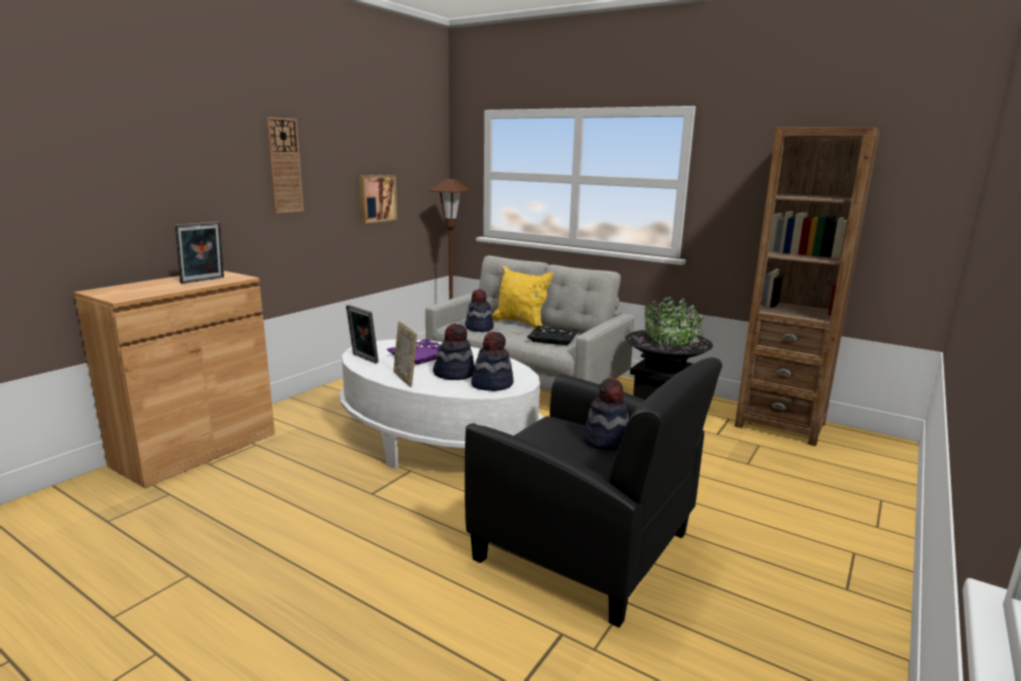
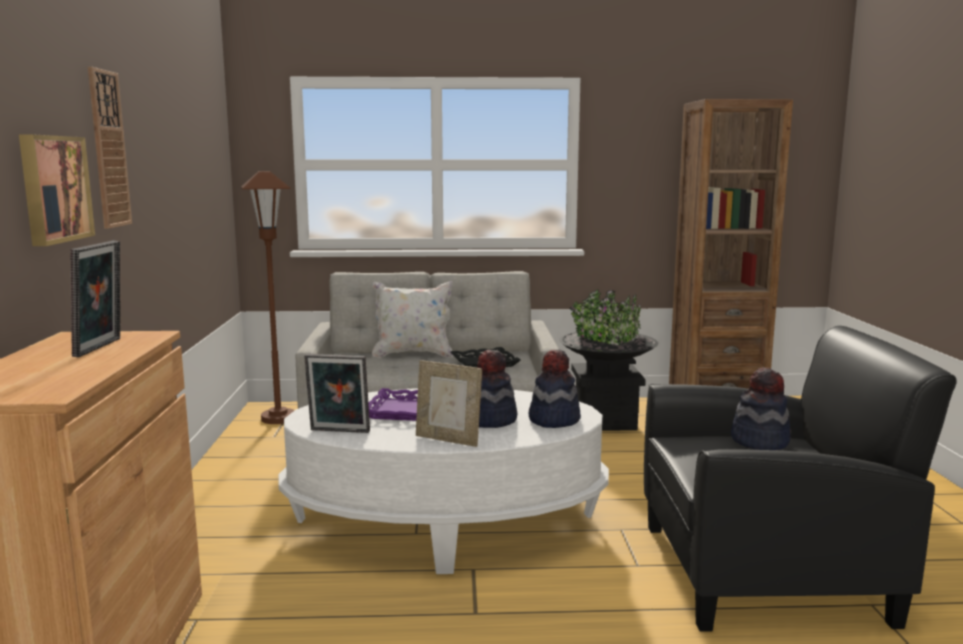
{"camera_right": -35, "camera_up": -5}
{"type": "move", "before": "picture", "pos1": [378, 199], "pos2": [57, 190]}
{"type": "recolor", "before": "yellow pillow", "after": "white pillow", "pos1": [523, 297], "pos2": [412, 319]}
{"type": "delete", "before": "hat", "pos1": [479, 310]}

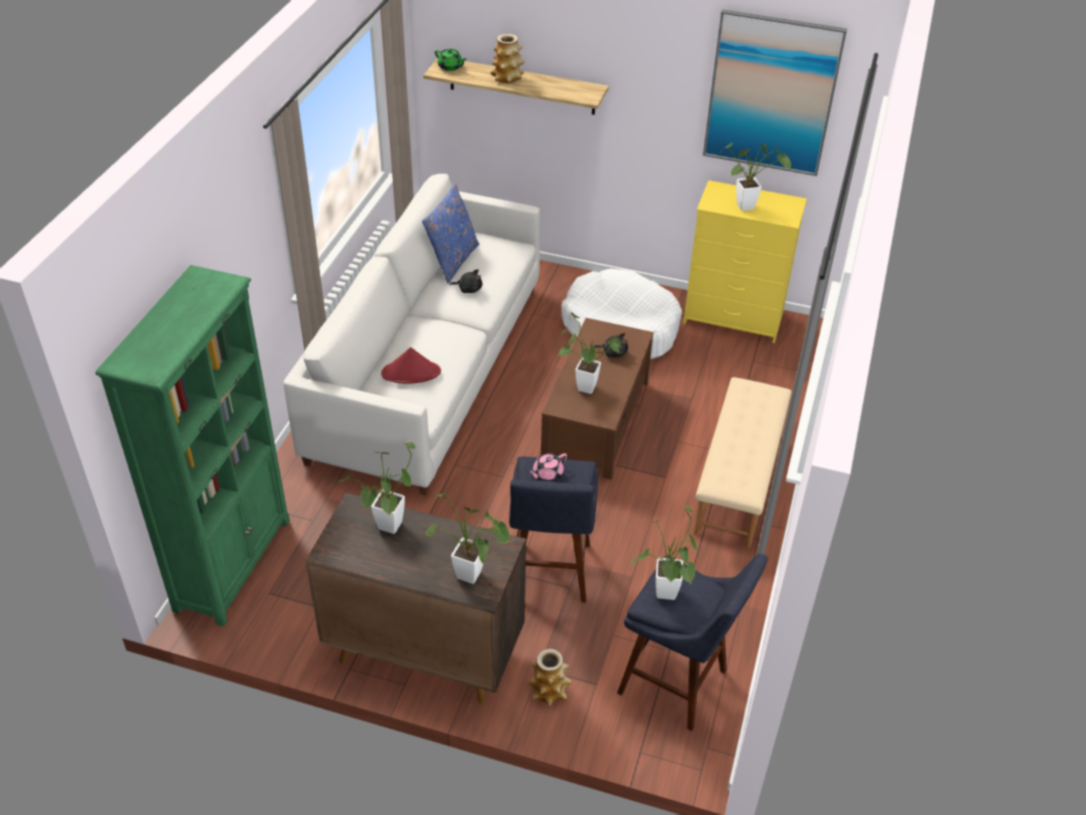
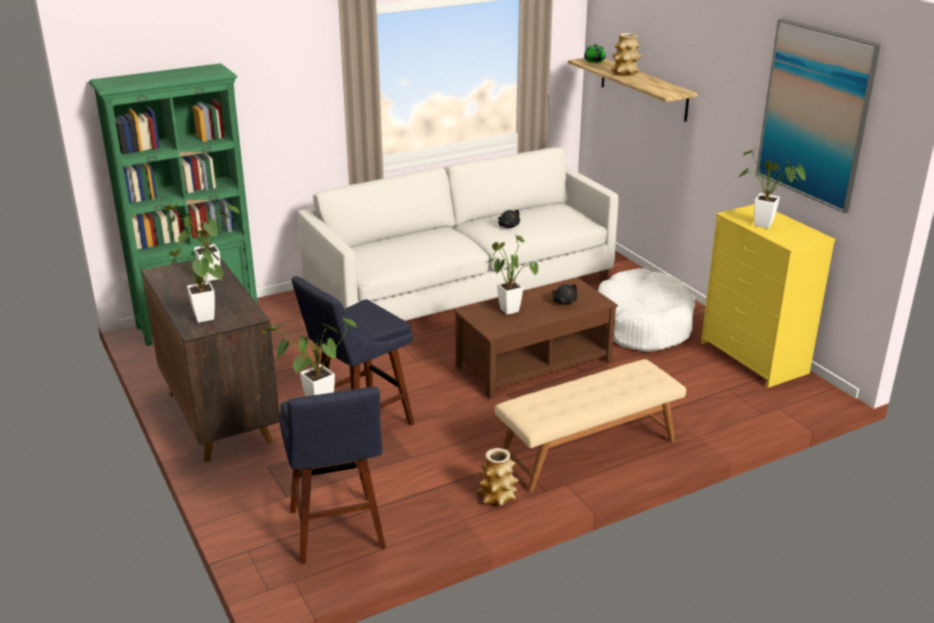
{"camera_right": 45, "camera_up": -15}
{"type": "delete", "before": "blue pillow", "pos1": [450, 233]}
{"type": "delete", "before": "red hat", "pos1": [411, 365]}
{"type": "delete", "before": "pink teapot", "pos1": [547, 467]}
{"type": "move", "before": "vase", "pos1": [550, 678], "pos2": [498, 477]}

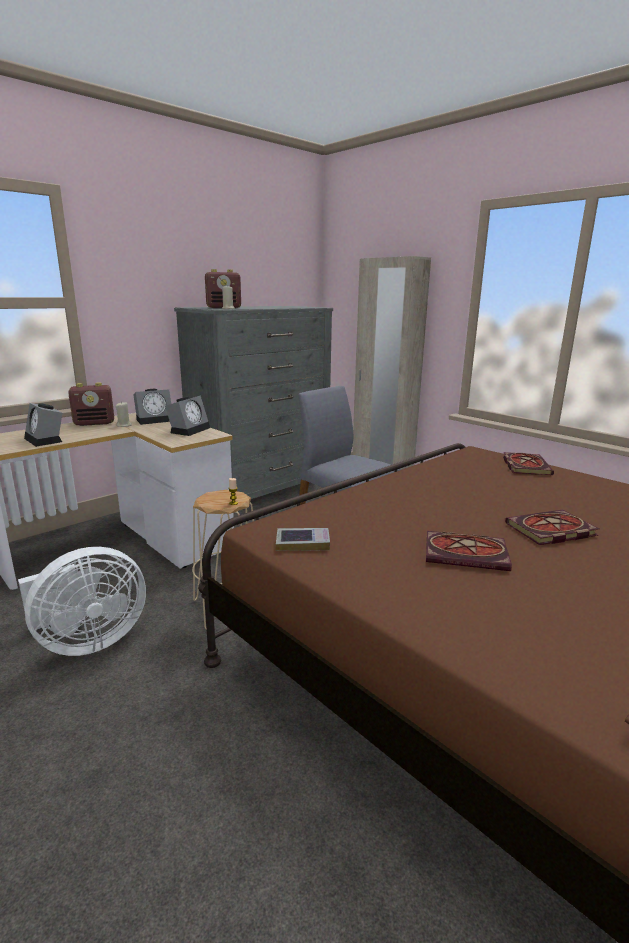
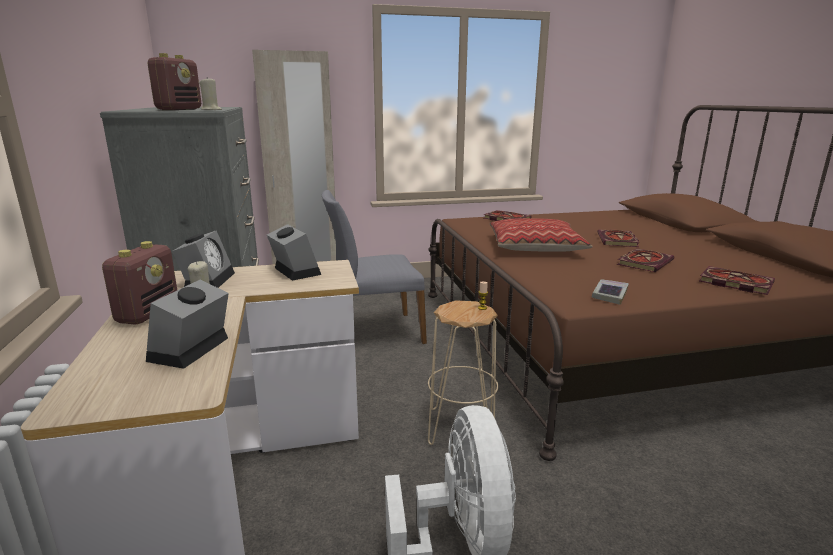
{"camera_right": -60, "camera_up": 0}
{"type": "rotate", "before": "alarm clock", "pos1": [43, 425], "pos2": [187, 324], "turn": 120}
{"type": "insert", "after": "pillow", "pos2": [541, 235]}
{"type": "insert", "after": "book", "pos2": [737, 280]}

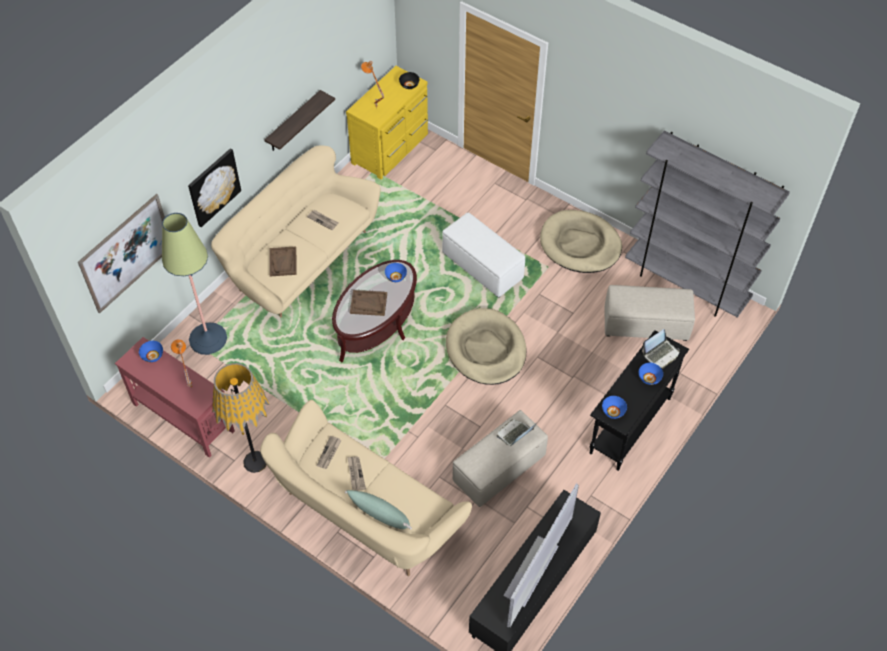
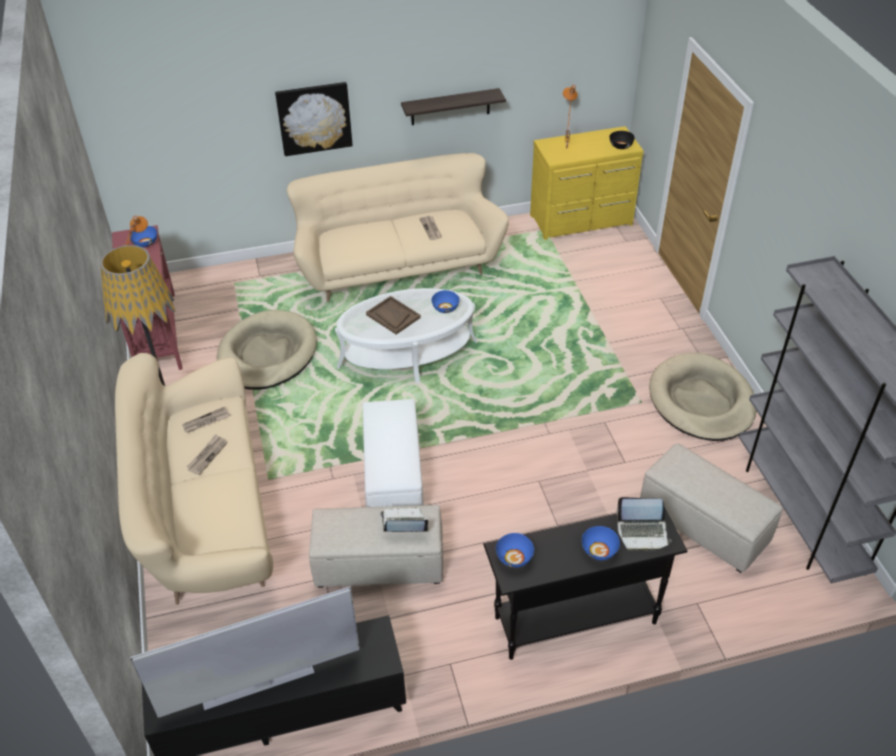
{"camera_right": 40, "camera_up": -10}
{"type": "delete", "before": "picture", "pos1": [121, 254]}
{"type": "delete", "before": "floor lamp", "pos1": [194, 284]}
{"type": "move", "before": "white ottoman", "pos1": [483, 255], "pos2": [393, 453]}
{"type": "delete", "before": "brown tray", "pos1": [283, 261]}
{"type": "recolor", "before": "brown coffee table", "after": "white coffee table", "pos1": [374, 311], "pos2": [406, 335]}
{"type": "move", "before": "beige dog bed", "pos1": [486, 346], "pos2": [267, 350]}
{"type": "delete", "before": "green pillow", "pos1": [378, 510]}

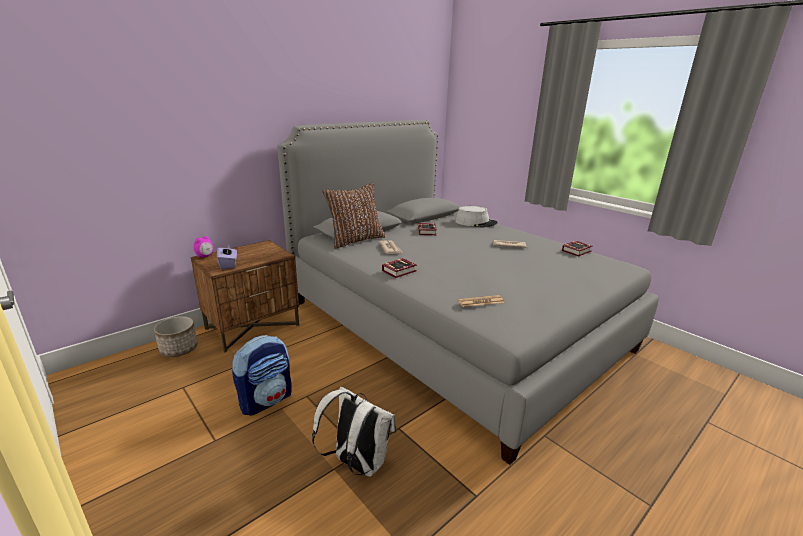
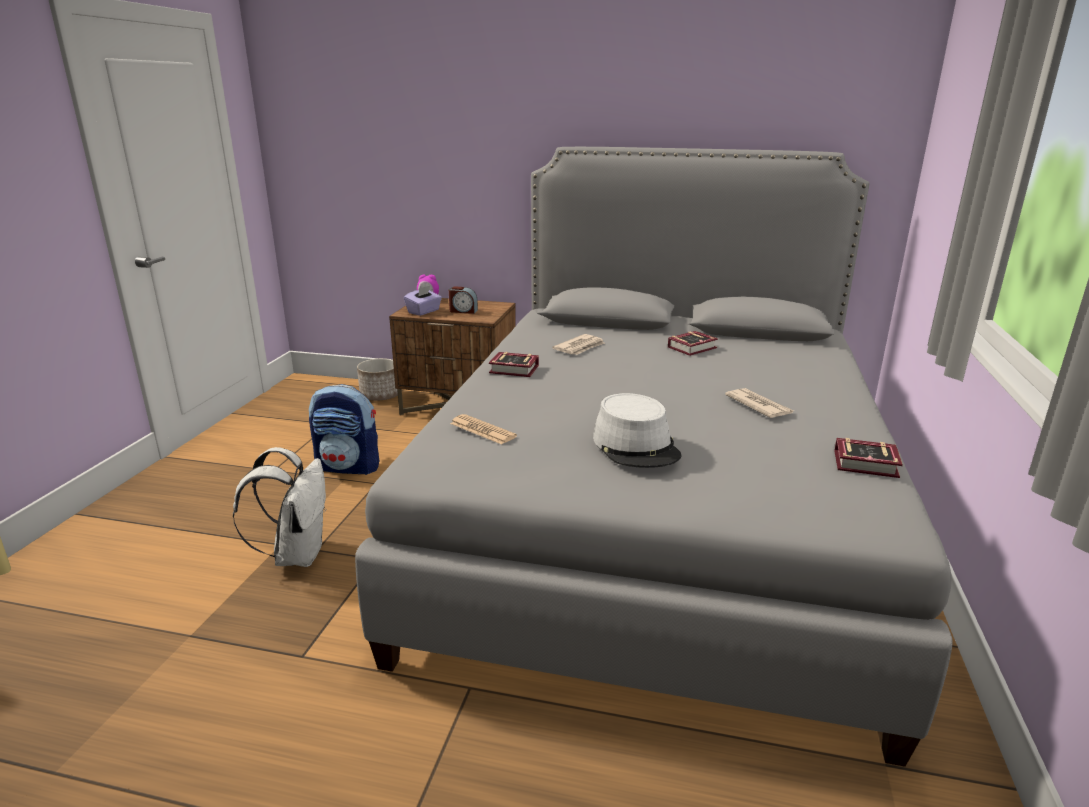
{"camera_right": 55, "camera_up": 0}
{"type": "delete", "before": "brown pillow", "pos1": [353, 216]}
{"type": "move", "before": "grey hat", "pos1": [476, 217], "pos2": [637, 430]}
{"type": "insert", "after": "alarm clock", "pos2": [463, 300]}

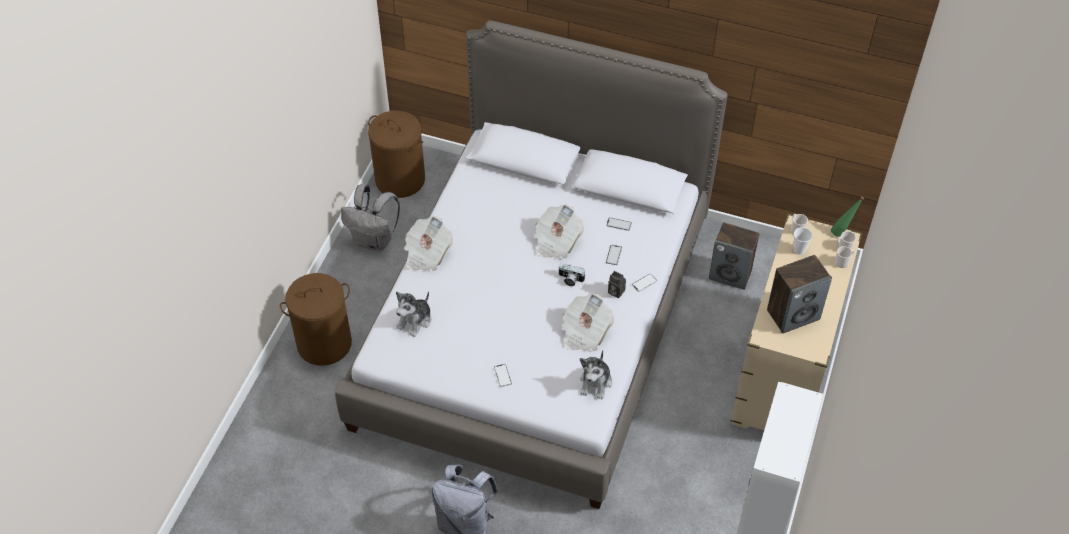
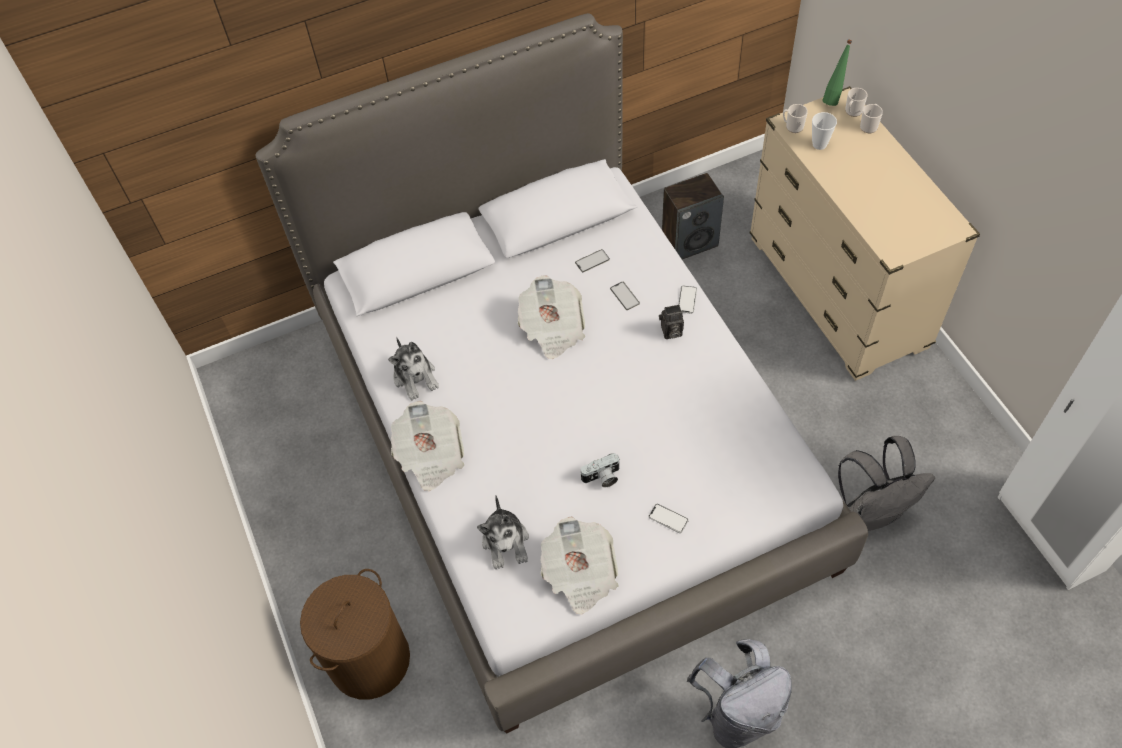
{"camera_right": -40, "camera_up": 5}
{"type": "delete", "before": "brown laundry basket", "pos1": [396, 154]}
{"type": "move", "before": "grey backpack", "pos1": [370, 218], "pos2": [886, 483]}
{"type": "delete", "before": "speaker", "pos1": [799, 294]}
{"type": "move", "before": "photo camera", "pos1": [572, 274], "pos2": [600, 470]}
{"type": "move", "before": "newspaper", "pos1": [588, 322], "pos2": [579, 566]}
{"type": "move", "before": "plush toy", "pos1": [596, 375], "pos2": [413, 369]}

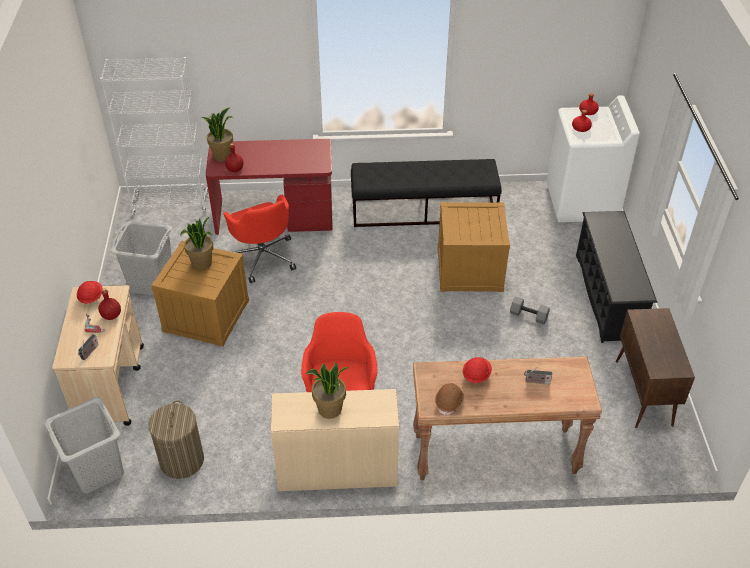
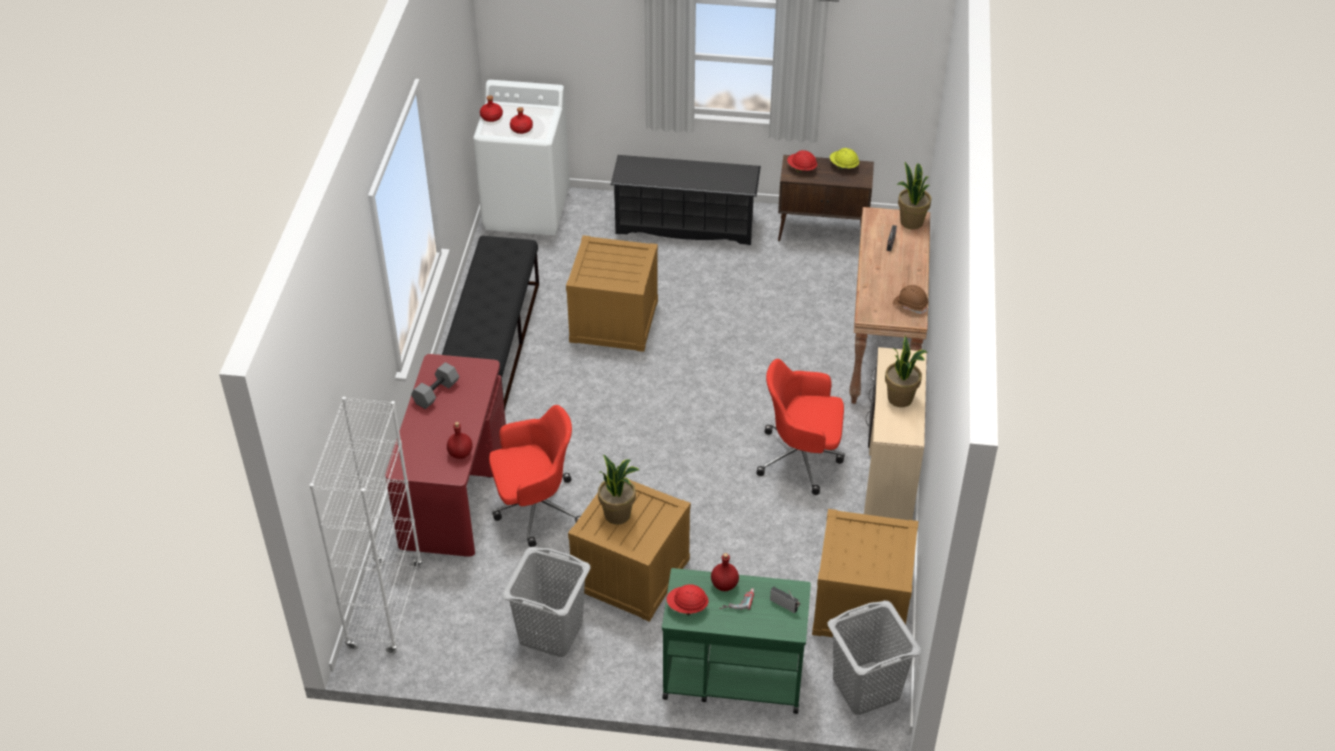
{"camera_right": -80, "camera_up": 0}
{"type": "move", "before": "potted plant", "pos1": [217, 134], "pos2": [914, 195]}
{"type": "recolor", "before": "beige cart", "after": "green cart", "pos1": [98, 355], "pos2": [736, 641]}
{"type": "move", "before": "grey dumbbell", "pos1": [530, 310], "pos2": [435, 385]}
{"type": "move", "before": "red hard hat", "pos1": [477, 370], "pos2": [802, 161]}
{"type": "replace", "before": "laundry basket", "after": "crate", "pos1": [176, 440], "pos2": [865, 573]}
{"type": "insert", "after": "yellow hard hat", "pos2": [844, 159]}

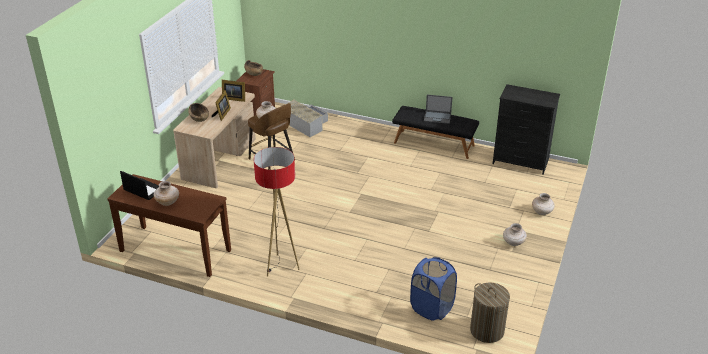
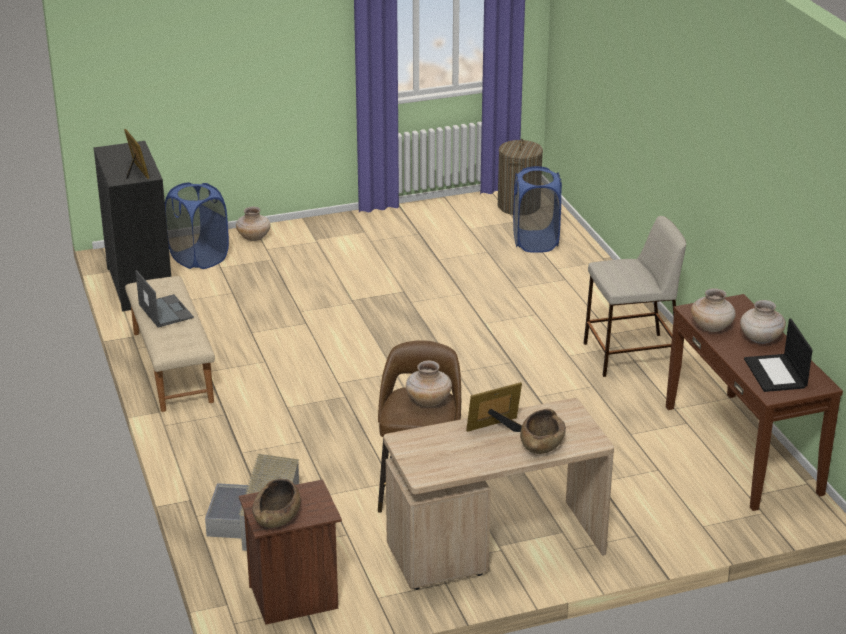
{"camera_right": -130, "camera_up": -5}
{"type": "move", "before": "picture frame", "pos1": [233, 91], "pos2": [136, 154]}
{"type": "recolor", "before": "black bench", "after": "beige bench", "pos1": [435, 132], "pos2": [170, 344]}
{"type": "replace", "before": "floor lamp", "after": "beige stool", "pos1": [277, 211], "pos2": [635, 296]}
{"type": "move", "before": "beige vase", "pos1": [515, 234], "pos2": [713, 310]}
{"type": "insert", "after": "blue laundry basket", "pos2": [197, 225]}

